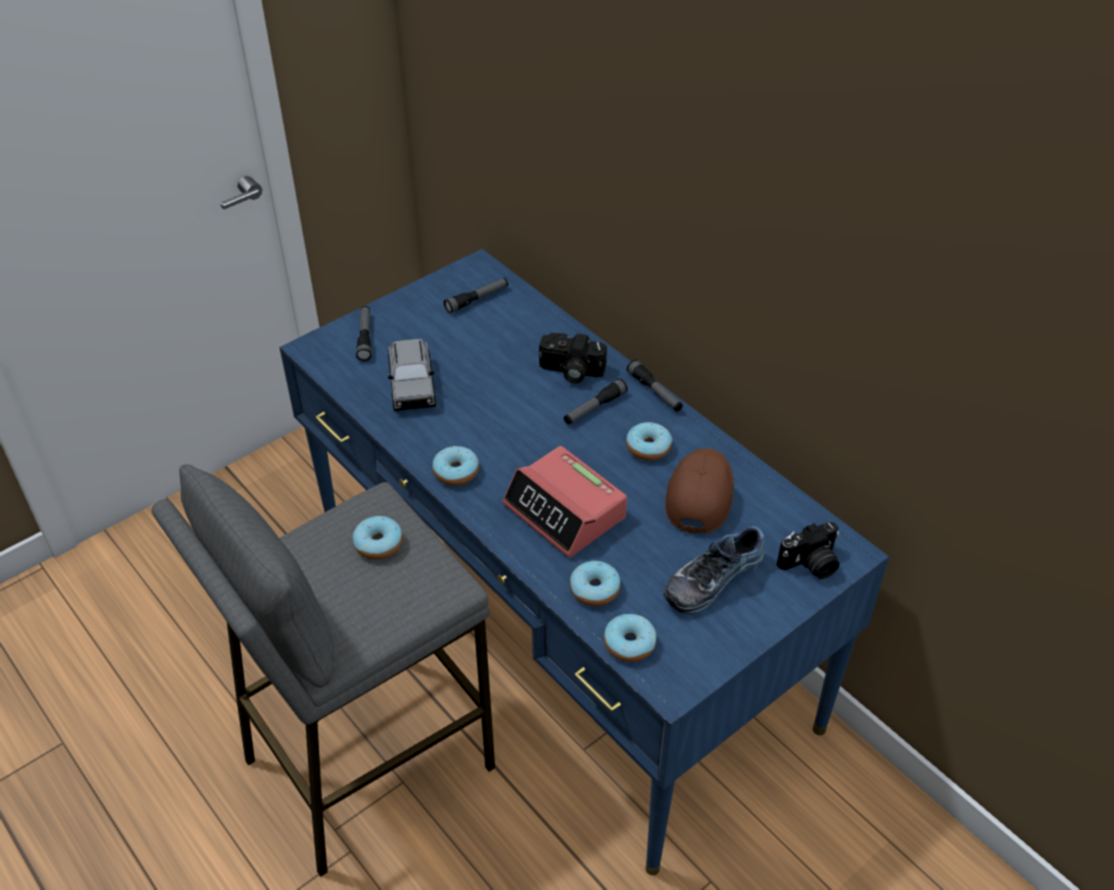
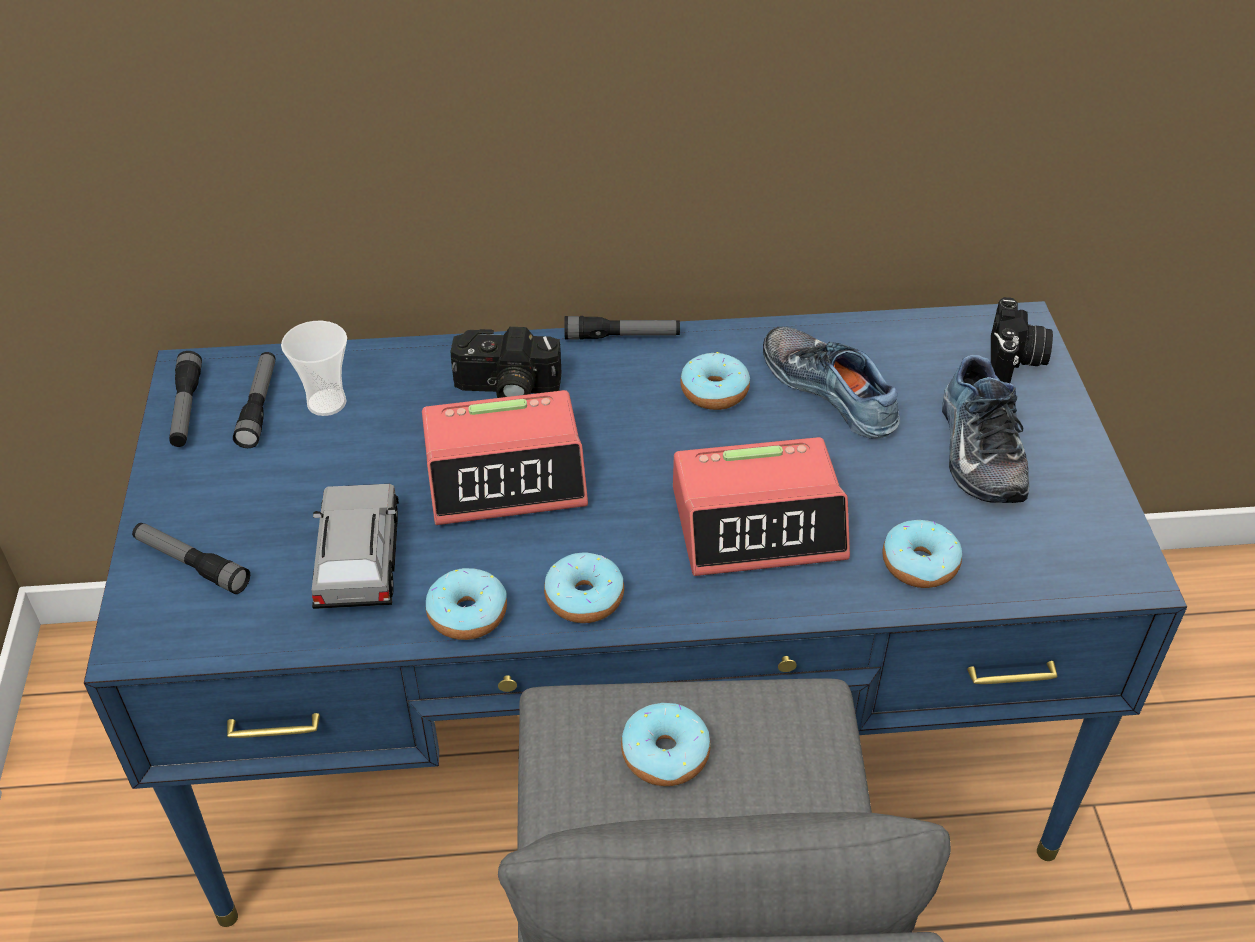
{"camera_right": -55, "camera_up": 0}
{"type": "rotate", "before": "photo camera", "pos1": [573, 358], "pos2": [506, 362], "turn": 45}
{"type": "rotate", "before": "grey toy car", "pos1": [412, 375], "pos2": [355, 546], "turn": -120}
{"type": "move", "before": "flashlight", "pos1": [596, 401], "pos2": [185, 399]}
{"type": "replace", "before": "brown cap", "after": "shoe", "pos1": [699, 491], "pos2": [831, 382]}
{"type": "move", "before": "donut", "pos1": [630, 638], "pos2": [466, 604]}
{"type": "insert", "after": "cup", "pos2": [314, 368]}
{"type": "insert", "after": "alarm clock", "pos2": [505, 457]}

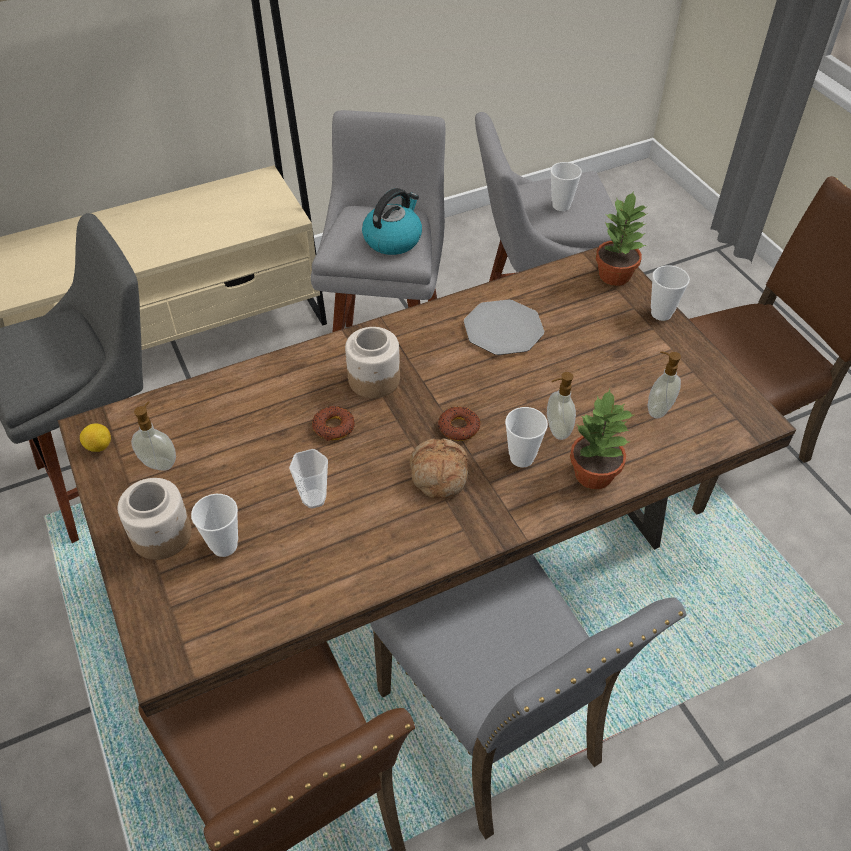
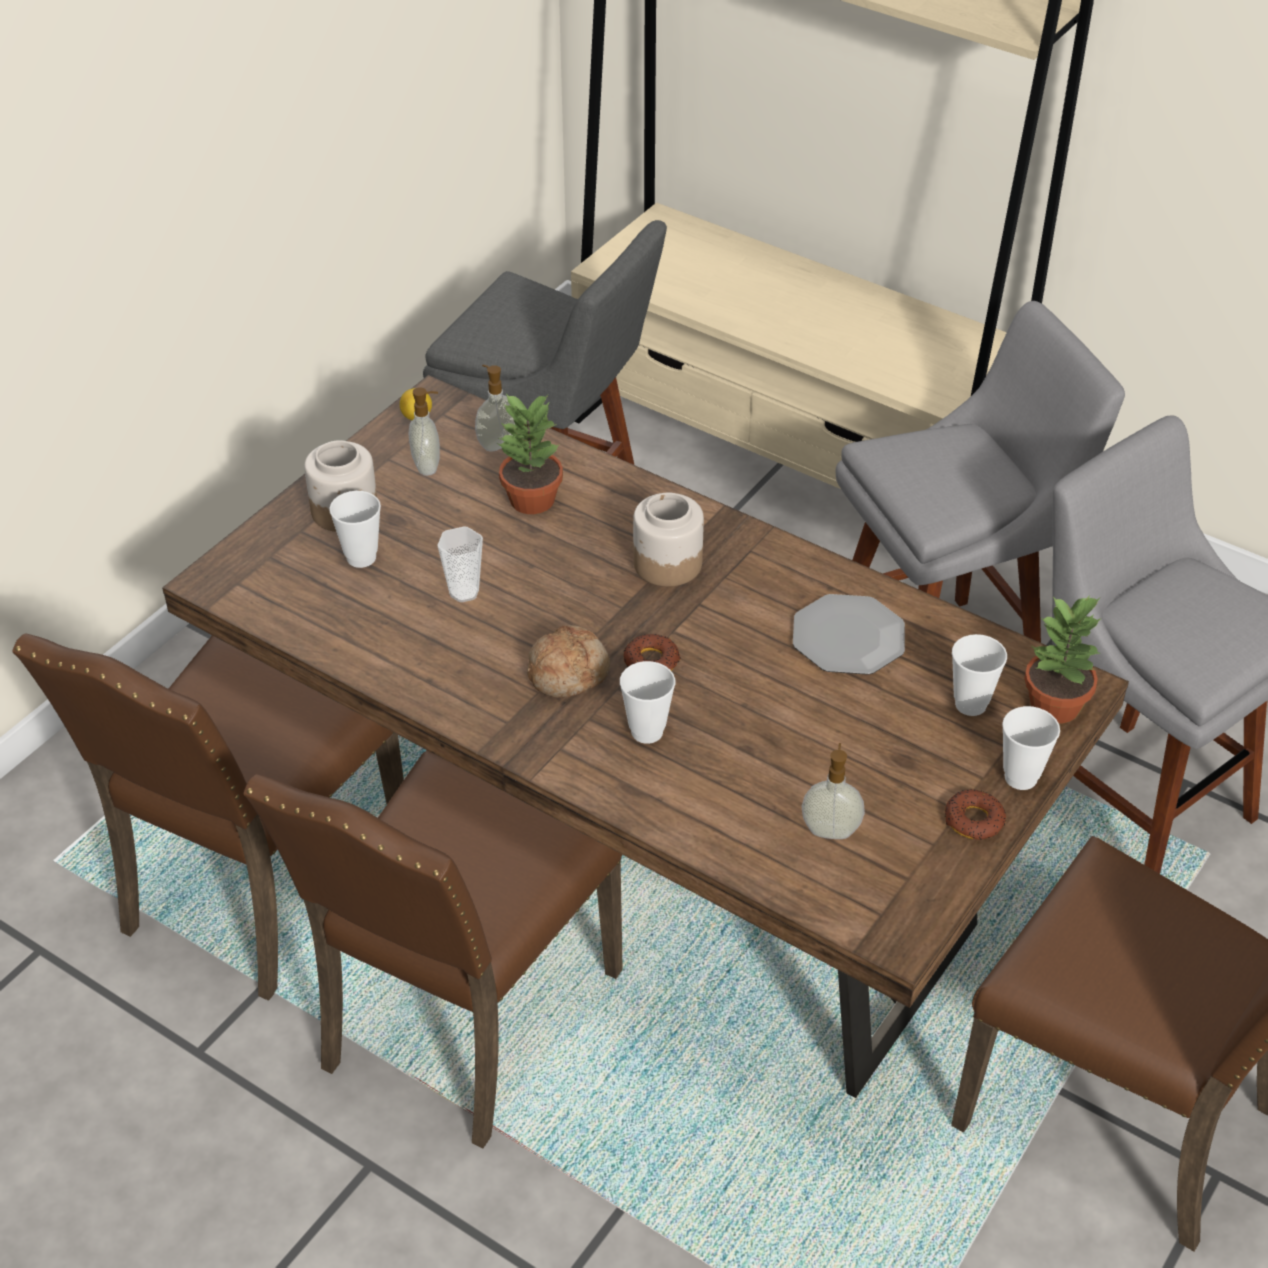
{"camera_right": 60, "camera_up": -5}
{"type": "move", "before": "cup", "pos1": [566, 186], "pos2": [979, 675]}
{"type": "delete", "before": "kettle", "pos1": [392, 221]}
{"type": "move", "before": "soap dispenser", "pos1": [561, 406], "pos2": [495, 407]}
{"type": "move", "before": "potted plant", "pos1": [602, 439], "pos2": [530, 454]}
{"type": "move", "before": "donut", "pos1": [333, 423], "pos2": [975, 814]}
{"type": "recolor", "before": "grey chair", "after": "brown chair", "pos1": [528, 696], "pos2": [433, 949]}

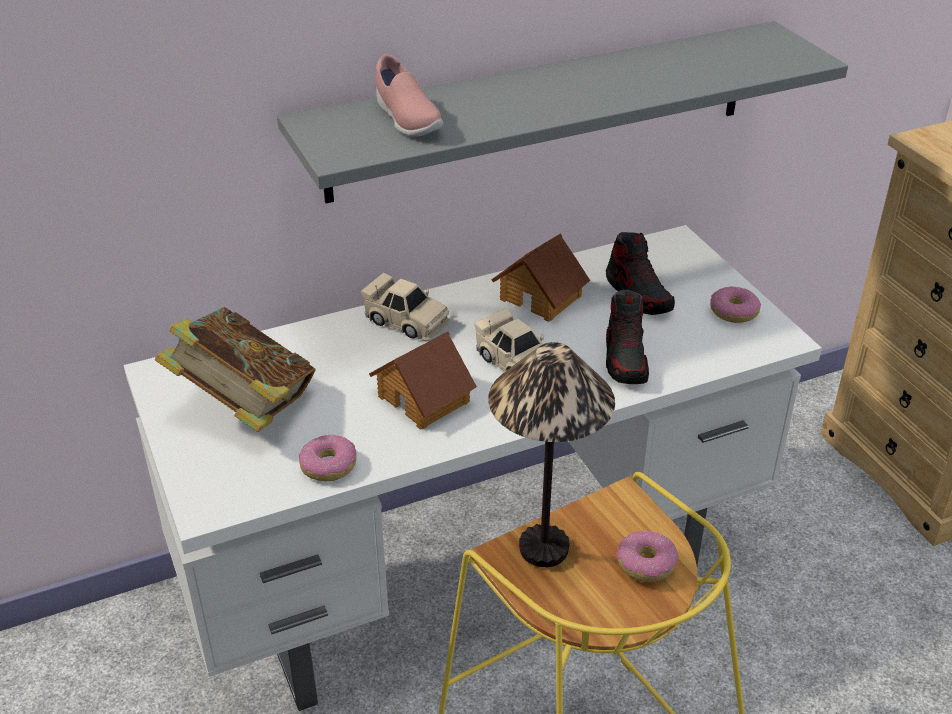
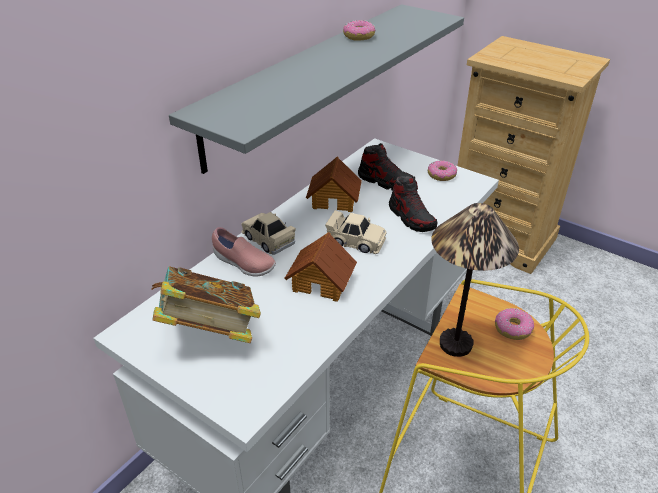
{"camera_right": -30, "camera_up": 0}
{"type": "move", "before": "pink shoe", "pos1": [409, 95], "pos2": [244, 252]}
{"type": "rotate", "before": "beige toy car", "pos1": [405, 307], "pos2": [268, 233], "turn": -135}
{"type": "move", "before": "donut", "pos1": [328, 458], "pos2": [359, 30]}

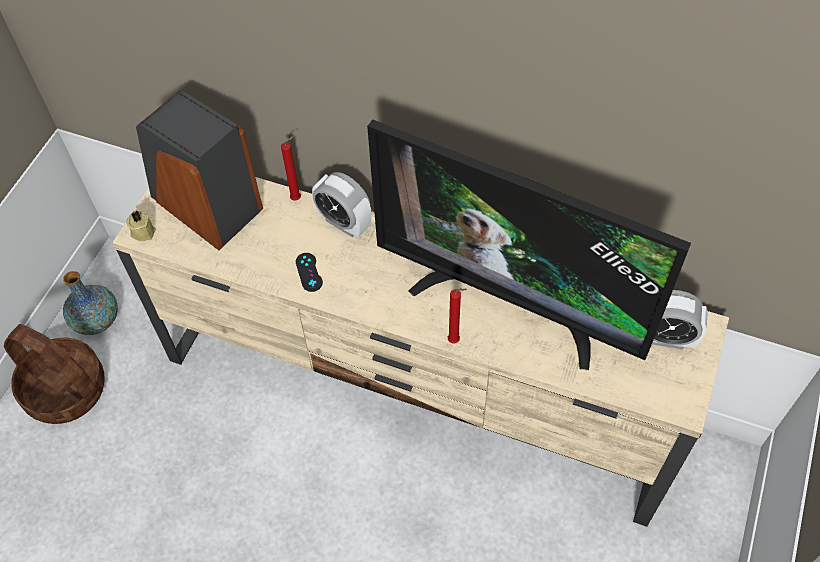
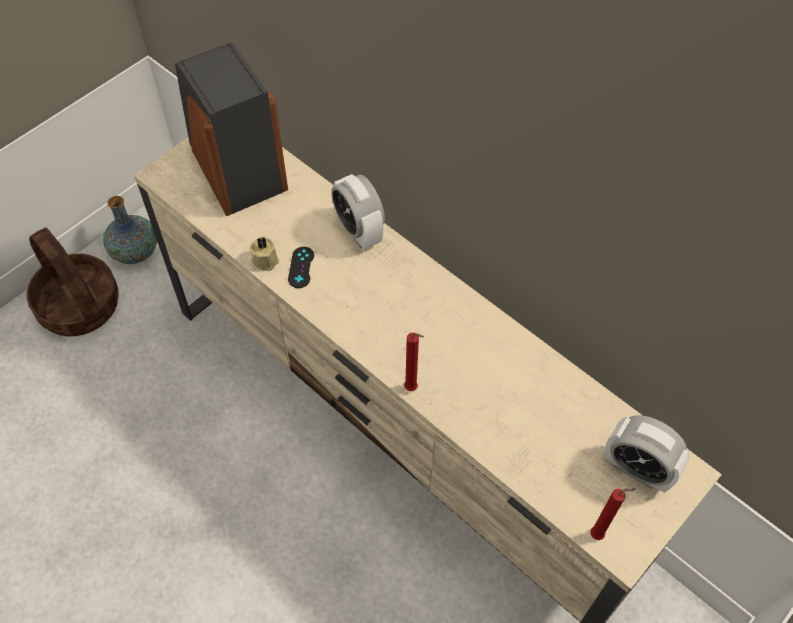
{"camera_right": 20, "camera_up": 0}
{"type": "delete", "before": "television", "pos1": [529, 245]}
{"type": "move", "before": "red candle", "pos1": [291, 168], "pos2": [612, 514]}
{"type": "move", "before": "beige candle", "pos1": [141, 226], "pos2": [264, 254]}

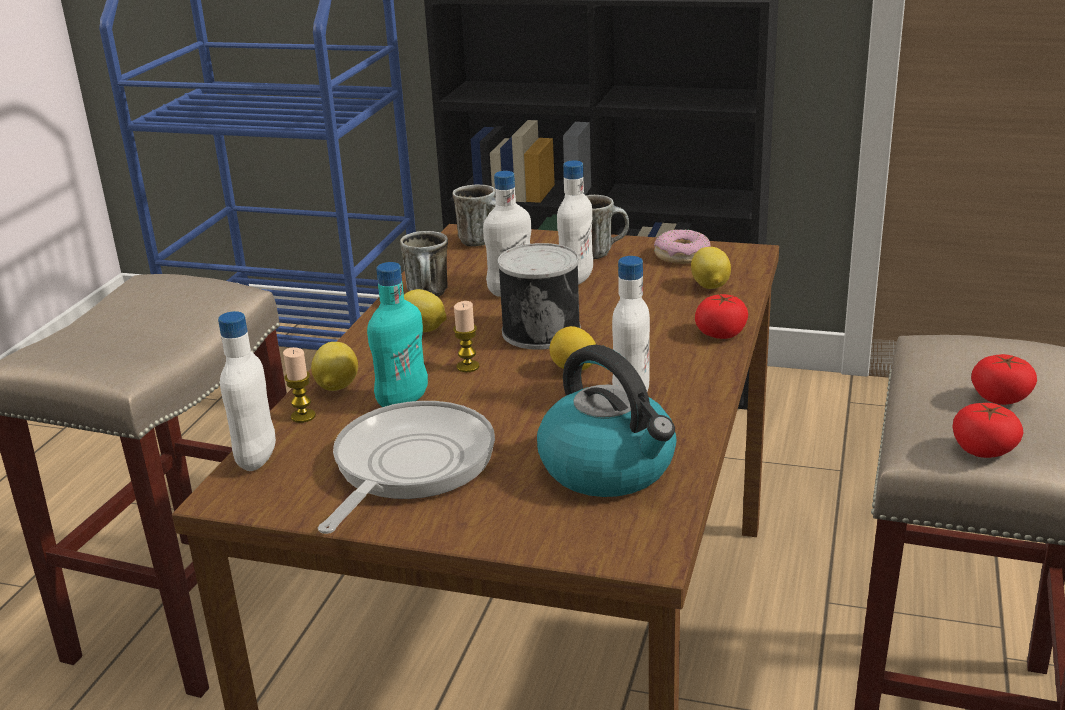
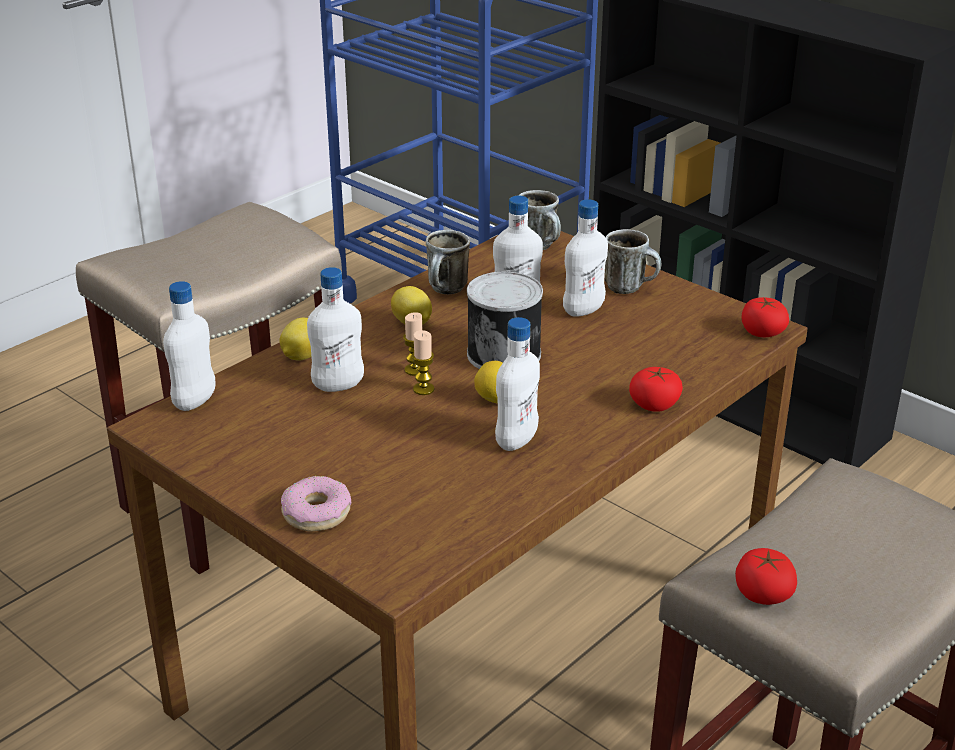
{"camera_right": 25, "camera_up": 5}
{"type": "move", "before": "donut", "pos1": [682, 246], "pos2": [316, 504]}
{"type": "delete", "before": "lemon", "pos1": [711, 268]}
{"type": "recolor", "before": "turquoise bottle", "after": "white bottle", "pos1": [397, 334], "pos2": [335, 329]}
{"type": "delete", "before": "kettle", "pos1": [607, 421]}
{"type": "move", "before": "candle", "pos1": [299, 385], "pos2": [423, 362]}
{"type": "move", "before": "tomato", "pos1": [1004, 379], "pos2": [765, 317]}
{"type": "delete", "before": "frying pan", "pos1": [406, 467]}

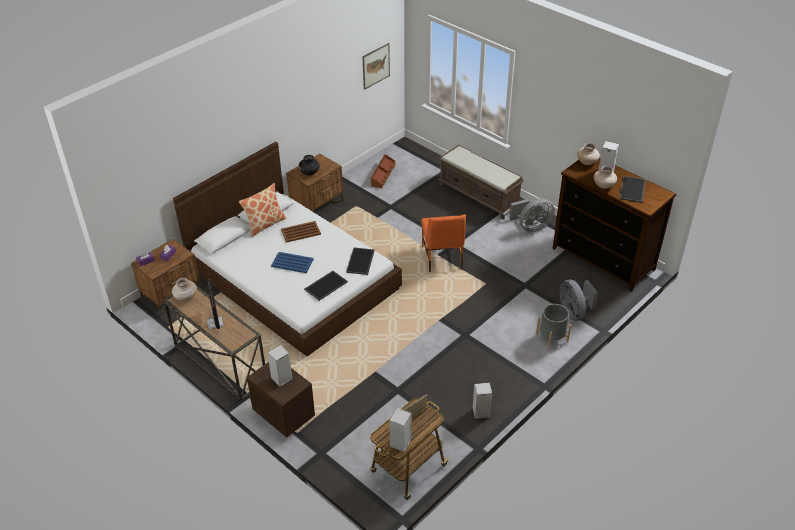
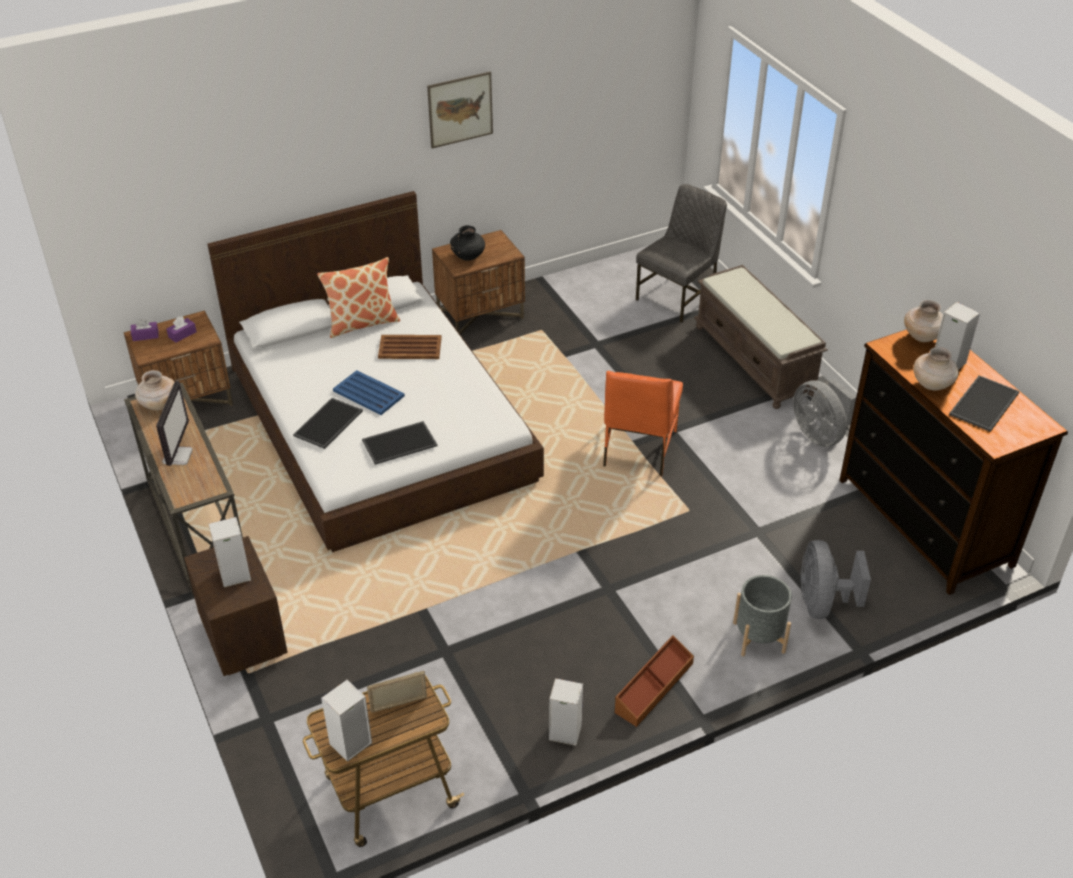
{"camera_right": 20, "camera_up": 0}
{"type": "move", "before": "picture", "pos1": [376, 66], "pos2": [460, 110]}
{"type": "move", "before": "brown storage box", "pos1": [383, 171], "pos2": [654, 681]}
{"type": "rotate", "before": "grey fan", "pos1": [532, 215], "pos2": [824, 413], "turn": 60}
{"type": "move", "before": "tray", "pos1": [360, 261], "pos2": [328, 423]}
{"type": "insert", "after": "grey chair", "pos2": [681, 253]}

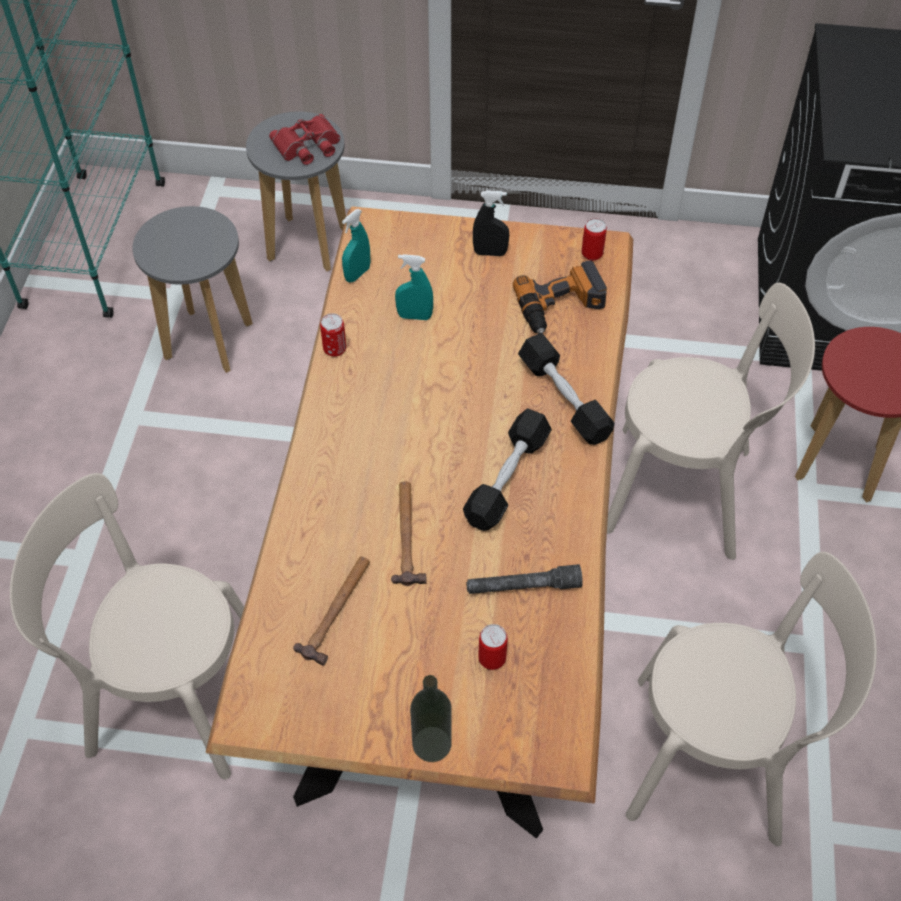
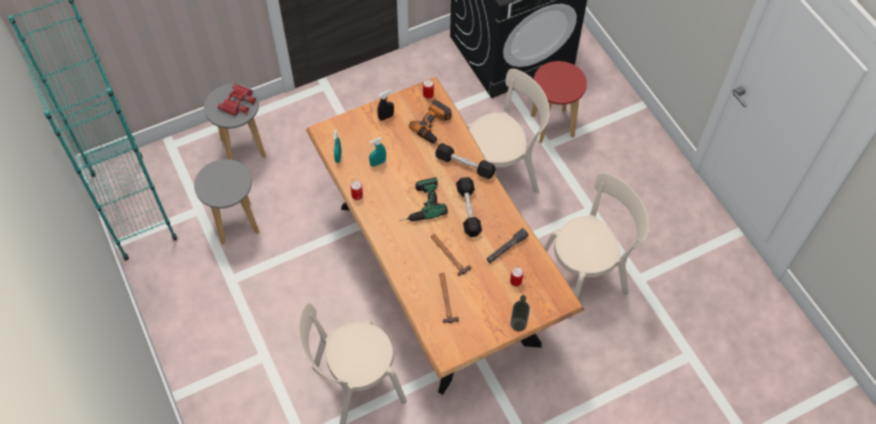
{"camera_right": -35, "camera_up": 5}
{"type": "insert", "after": "power drill", "pos2": [423, 199]}

